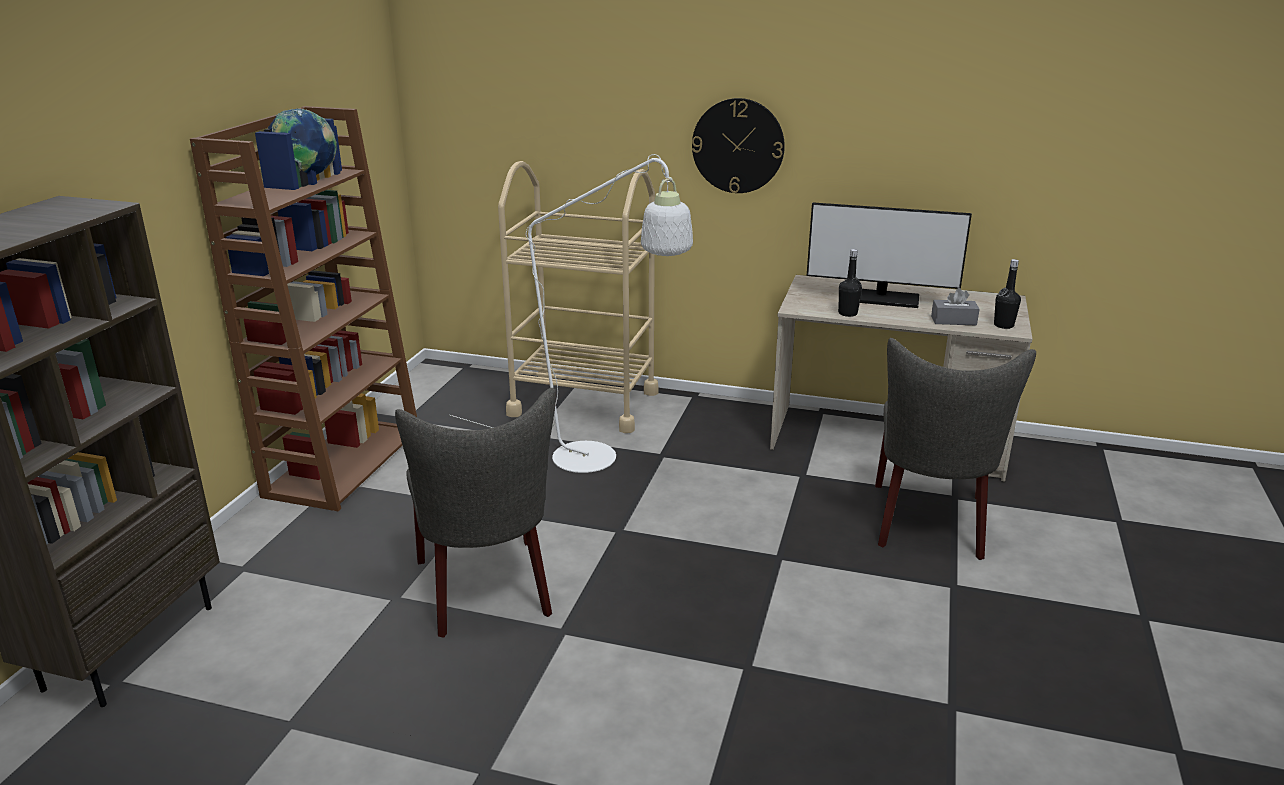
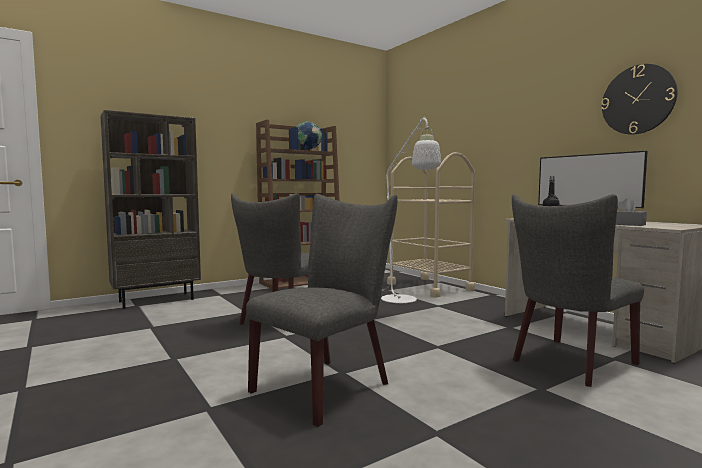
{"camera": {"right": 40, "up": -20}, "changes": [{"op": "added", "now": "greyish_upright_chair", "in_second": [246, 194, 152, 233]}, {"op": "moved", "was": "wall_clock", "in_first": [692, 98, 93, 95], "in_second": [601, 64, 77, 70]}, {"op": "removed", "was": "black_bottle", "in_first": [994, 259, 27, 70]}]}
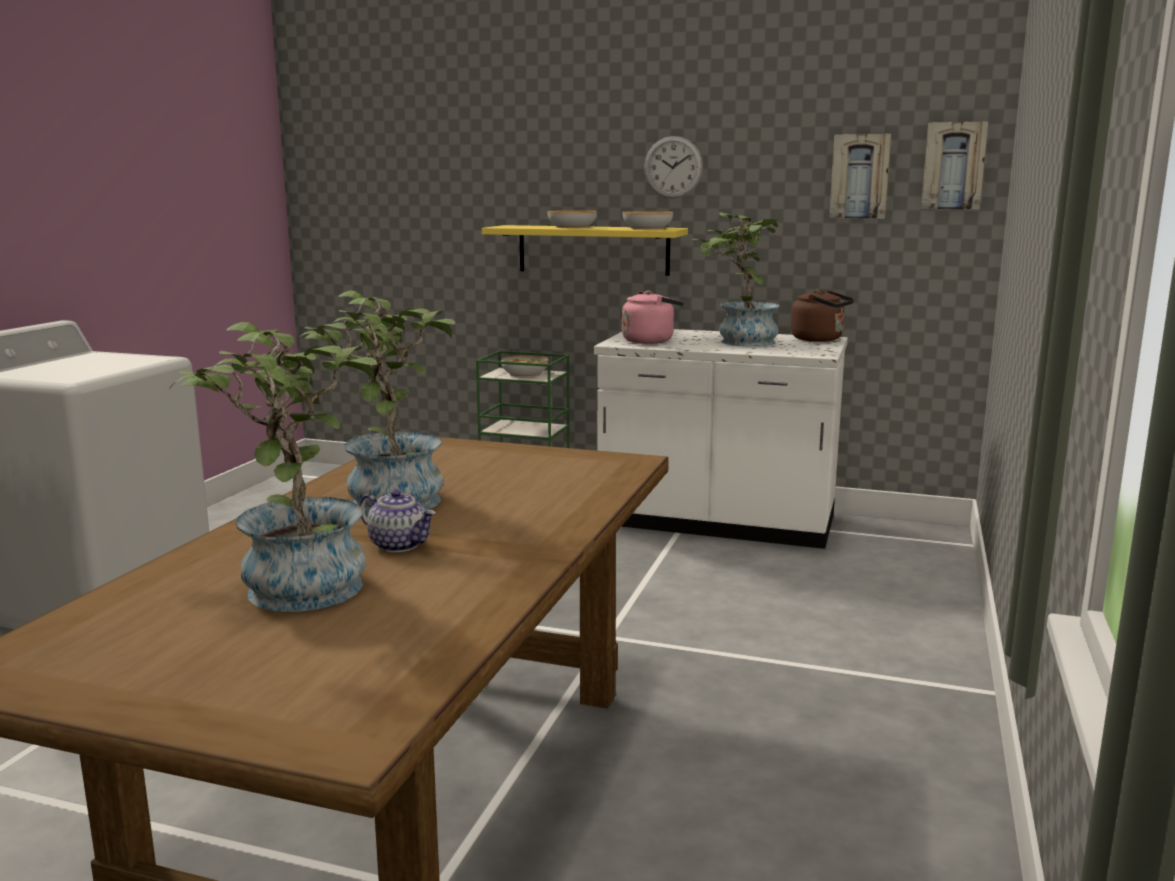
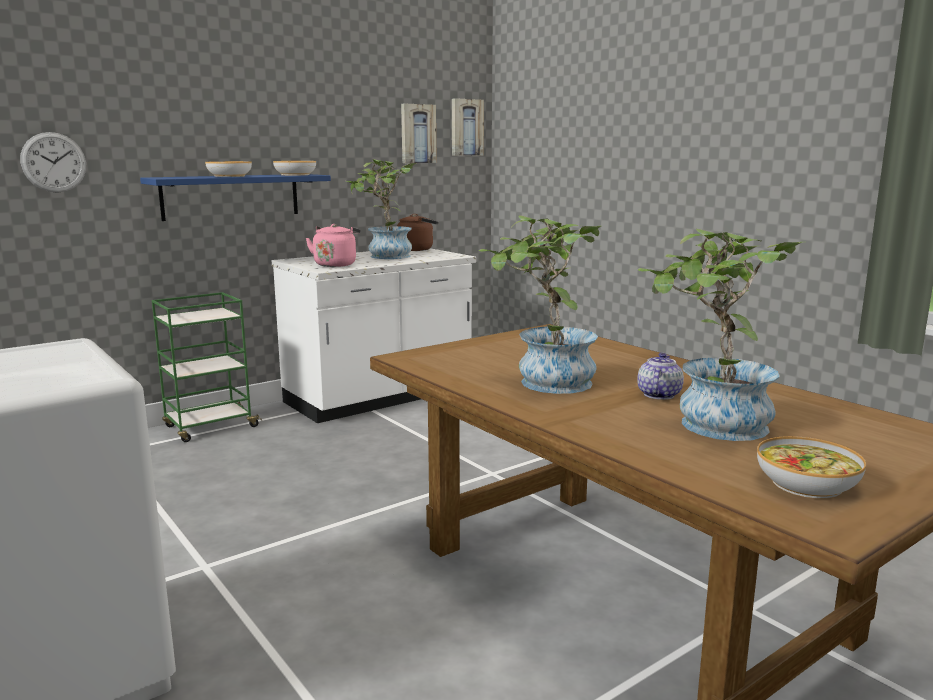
{"camera": {"right": -55, "up": 0}, "changes": [{"op": "moved", "was": "wall_clock", "in_first": [644, 136, 59, 63], "in_second": [20, 132, 66, 61]}, {"op": "recoloured", "was": "yellow_bracket_shelf", "now": "bluish_bracket_shelf", "in_first": [482, 225, 206, 51], "in_second": [140, 174, 191, 47]}, {"op": "turned", "was": "teapot", "in_first": [360, 489, 76, 63], "in_second": [637, 353, 47, 47], "clockwise": -45}, {"op": "moved", "was": "bowl", "in_first": [501, 355, 47, 22], "in_second": [757, 436, 109, 62]}]}
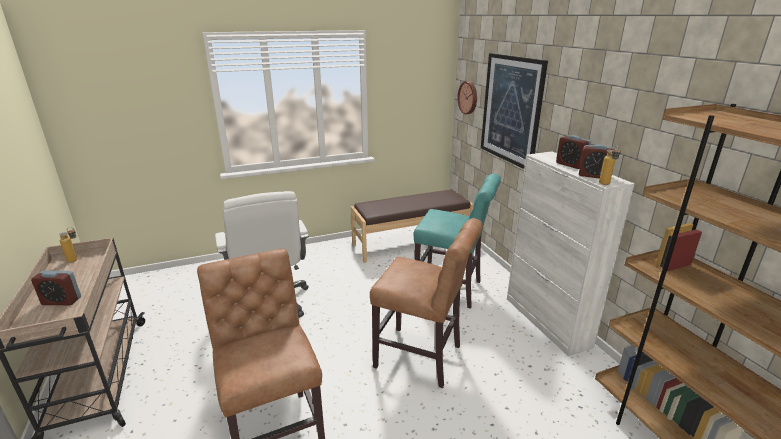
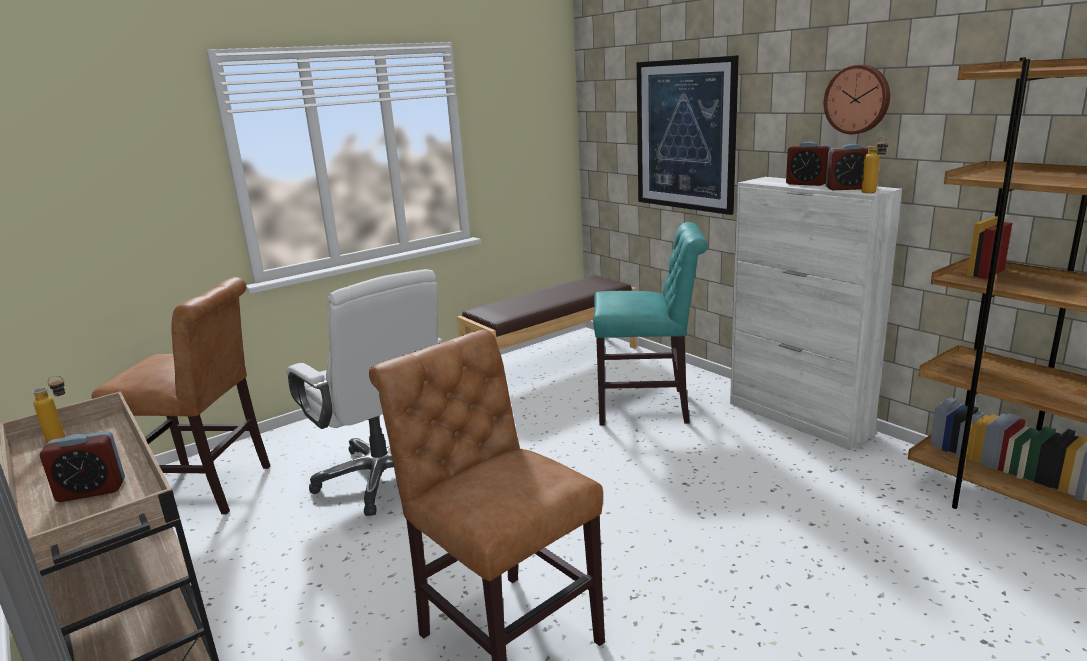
{"camera": {"right": -15, "up": -5}, "changes": [{"op": "moved", "was": "brown-coloured_upright_chair", "in_first": [370, 218, 113, 170], "in_second": [91, 277, 179, 237]}, {"op": "moved", "was": "wall_clock", "in_first": [457, 81, 20, 33], "in_second": [824, 65, 66, 69]}]}
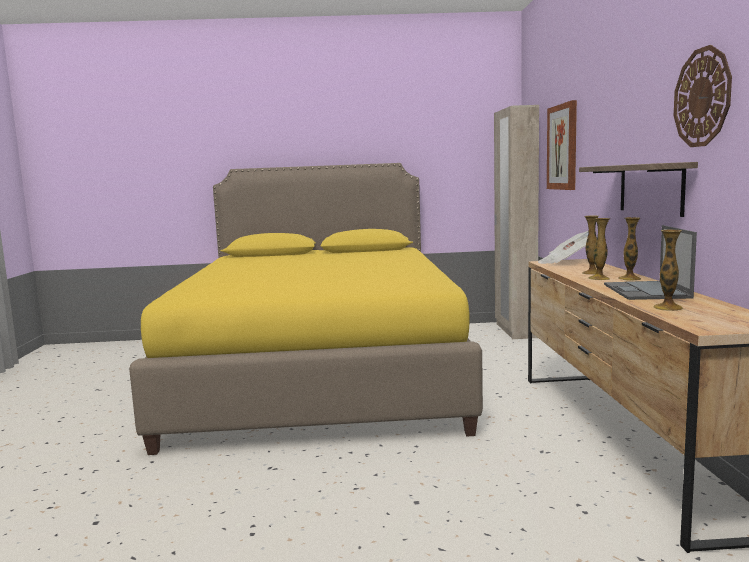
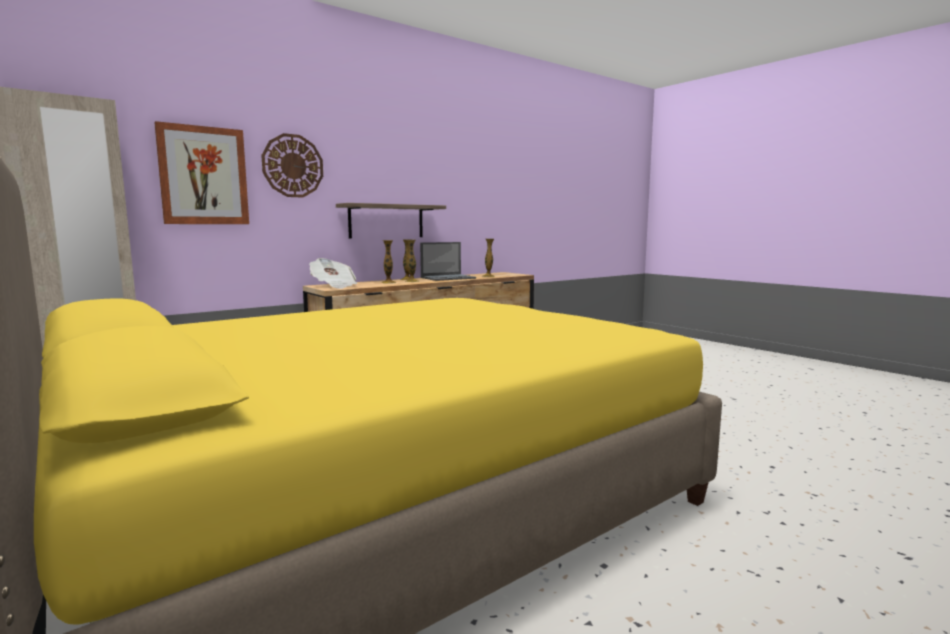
{"camera": {"right": -125, "up": 0}, "changes": [{"op": "moved", "was": "wall_clock", "in_first": [674, 45, 58, 102], "in_second": [261, 133, 62, 65]}]}
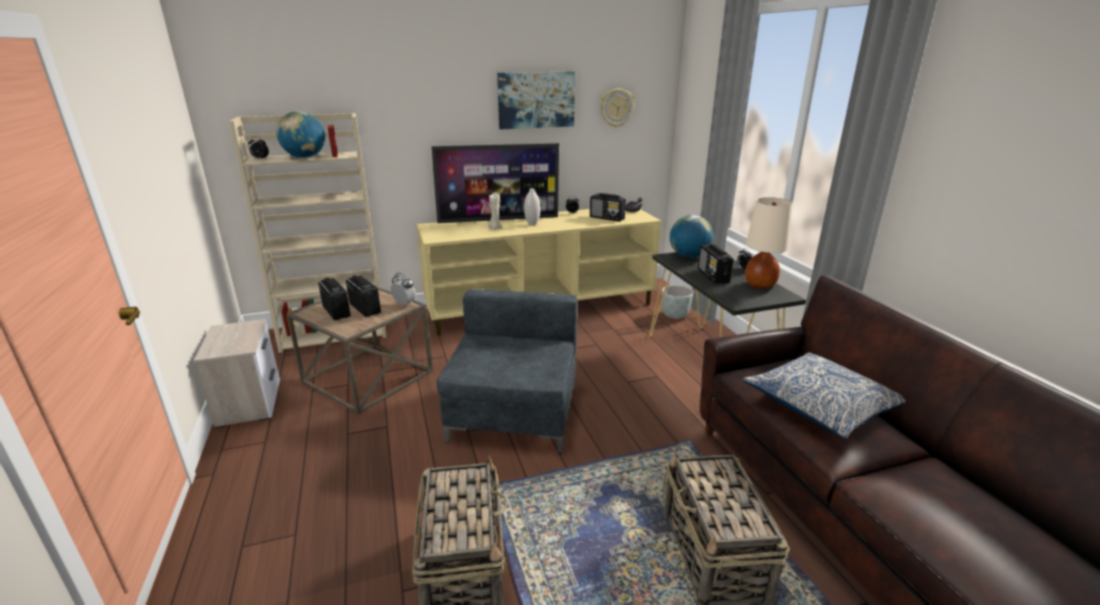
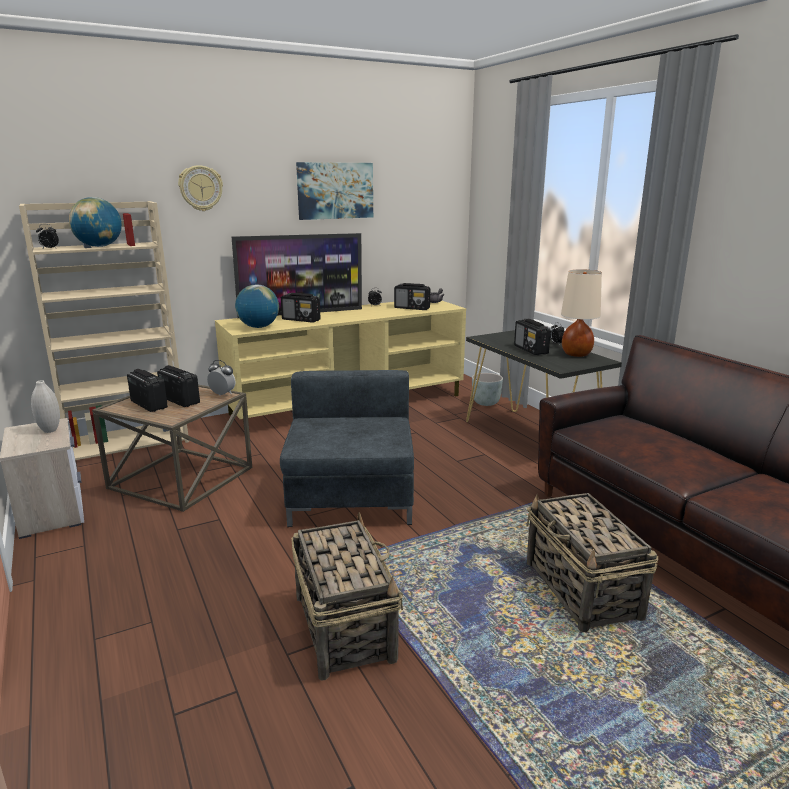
{"camera": {"right": -10, "up": -5}, "changes": [{"op": "moved", "was": "whitish_vase", "in_first": [524, 188, 16, 37], "in_second": [31, 380, 29, 53]}, {"op": "moved", "was": "wall_clock", "in_first": [600, 89, 34, 38], "in_second": [178, 165, 45, 46]}, {"op": "moved", "was": "world_globe", "in_first": [670, 215, 44, 43], "in_second": [235, 284, 44, 44]}, {"op": "replaced", "was": "sand-coloured_wax_light", "now": "radio", "in_first": [488, 192, 14, 38], "in_second": [281, 293, 40, 30]}, {"op": "removed", "was": "cushion", "in_first": [743, 353, 162, 86]}]}
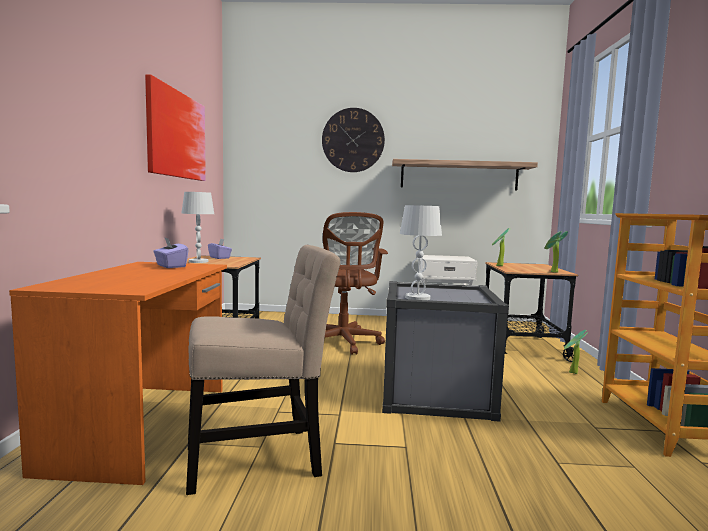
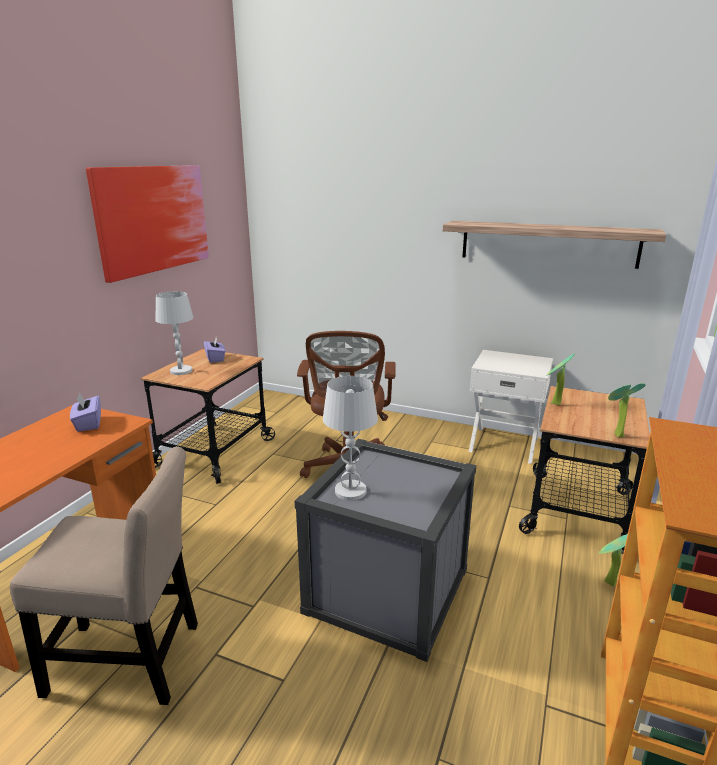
{"camera": {"right": 20, "up": 15}, "changes": [{"op": "removed", "was": "wall_clock", "in_first": [322, 108, 63, 64]}]}
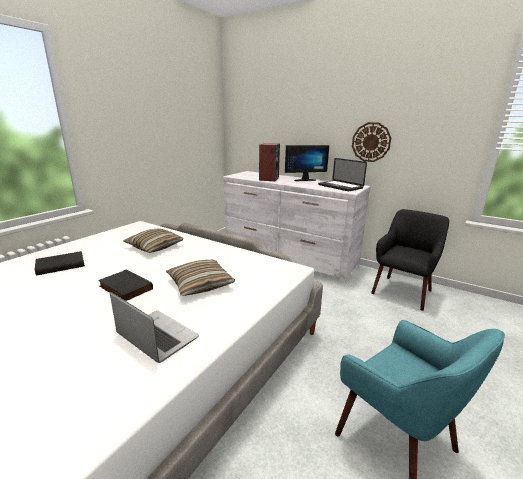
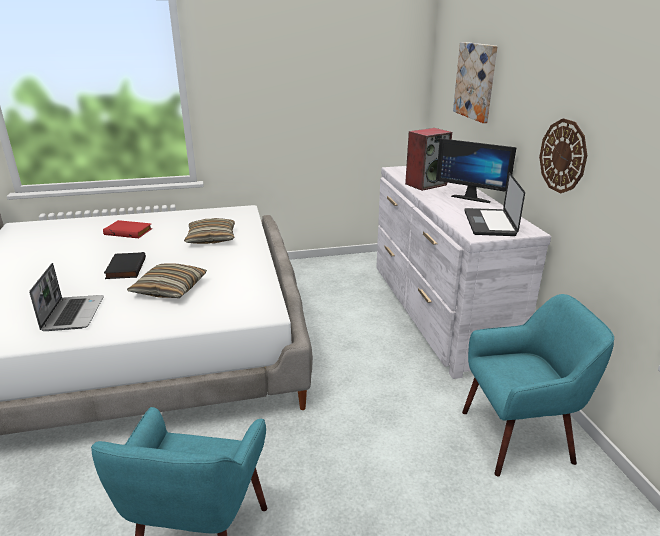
{"camera": {"right": 45, "up": 5}, "changes": [{"op": "recoloured", "was": "black_volume", "now": "red-coloured_volume", "in_first": [34, 251, 51, 25], "in_second": [103, 220, 49, 18]}, {"op": "added", "now": "wall_art", "in_second": [453, 42, 45, 81]}, {"op": "recoloured", "was": "black_easy_chair", "now": "blue-green_easy_chair", "in_first": [371, 209, 78, 102], "in_second": [462, 294, 152, 182]}]}
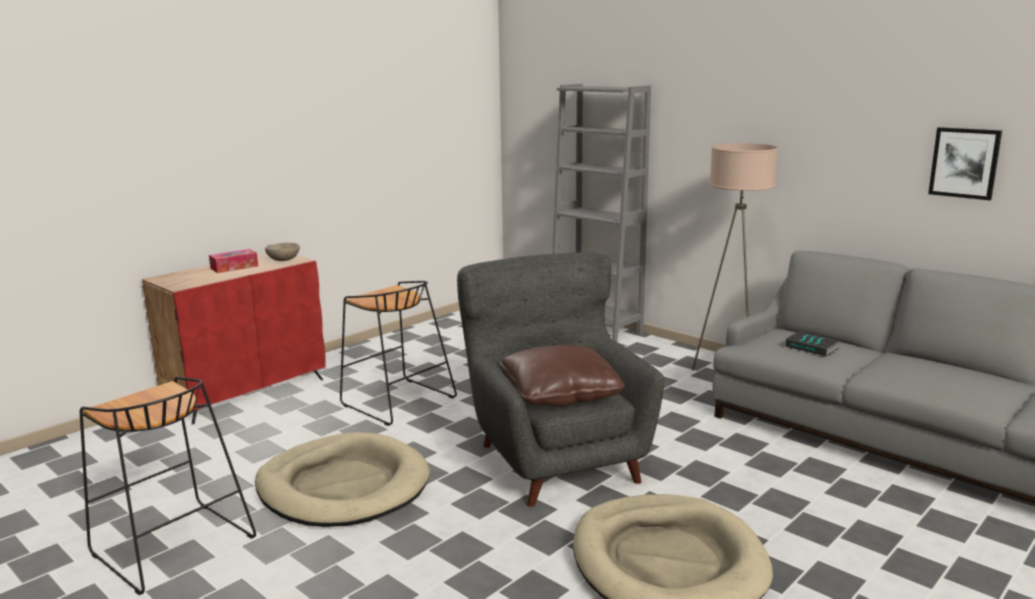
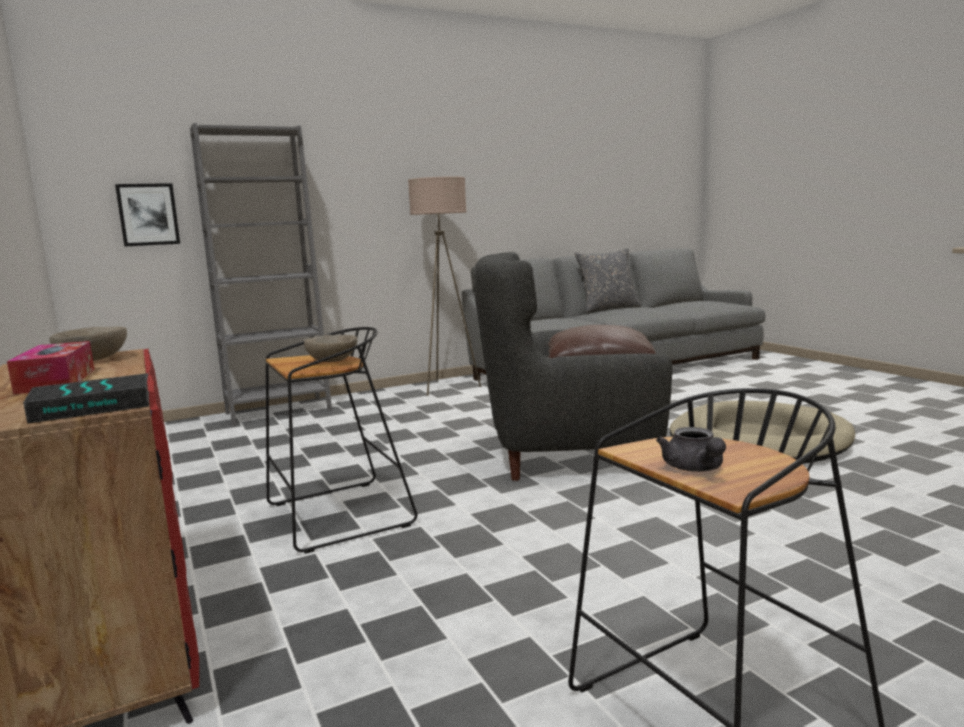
{"camera": {"right": -70, "up": -5}, "changes": [{"op": "moved", "was": "volume", "in_first": [785, 331, 56, 26], "in_second": [23, 374, 126, 50]}, {"op": "moved", "was": "wall_art", "in_first": [928, 127, 74, 73], "in_second": [115, 183, 65, 64]}, {"op": "added", "now": "sand-coloured_bowl", "in_second": [304, 335, 53, 27]}, {"op": "added", "now": "greyish_cushion", "in_second": [575, 248, 66, 64]}, {"op": "added", "now": "greyish_teapot", "in_second": [656, 427, 70, 45]}, {"op": "removed", "was": "sand-coloured_dog_cushion", "in_first": [255, 432, 175, 95]}]}
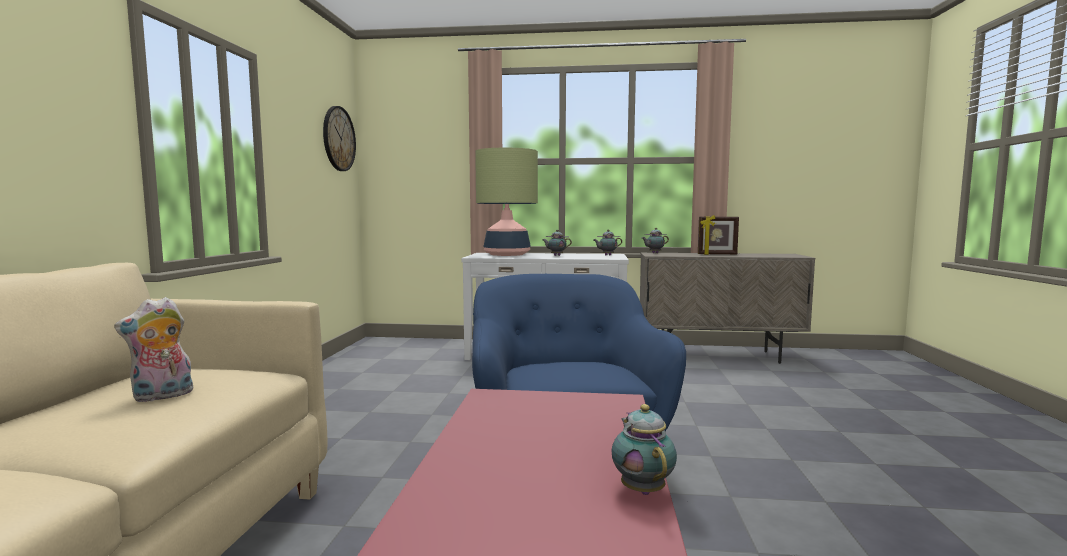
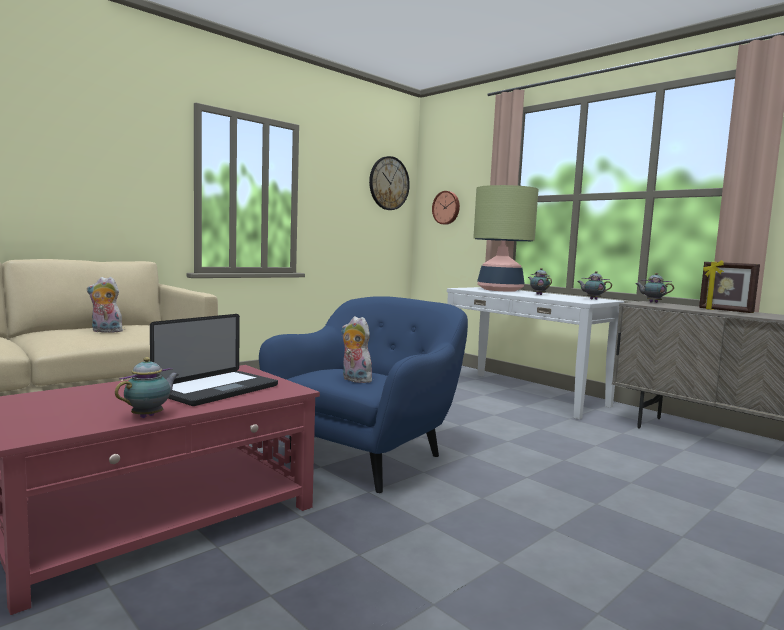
{"camera": {"right": 40, "up": 0}, "changes": [{"op": "added", "now": "notebook_computer", "in_second": [150, 314, 128, 92]}, {"op": "added", "now": "plush_toy", "in_second": [342, 316, 30, 67]}, {"op": "added", "now": "wall_clock", "in_second": [432, 191, 28, 34]}]}
